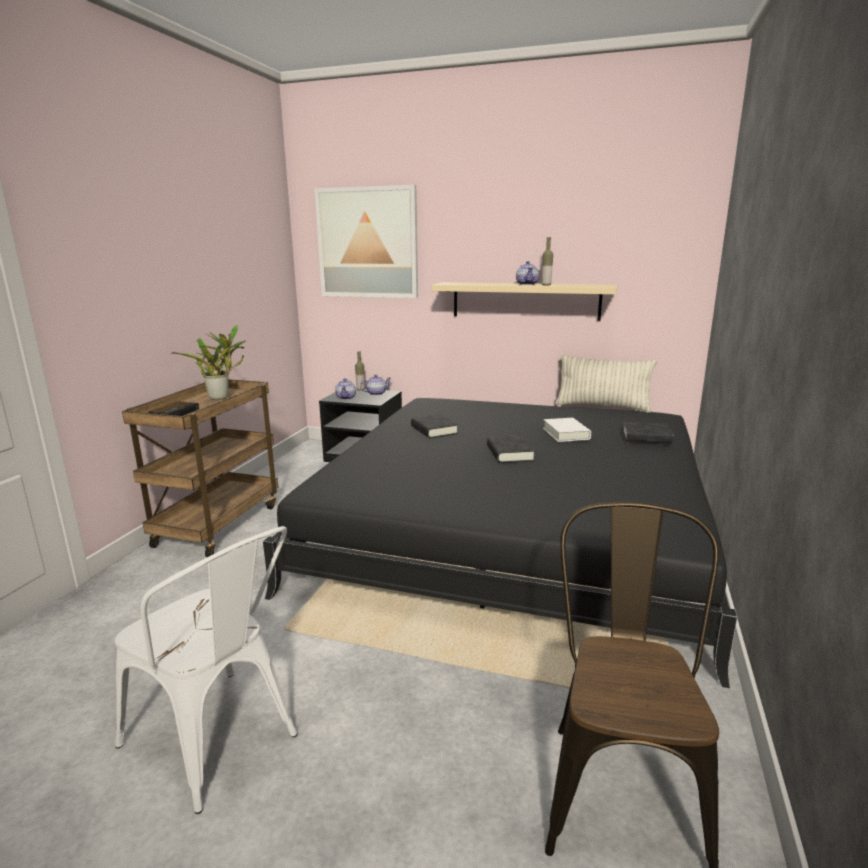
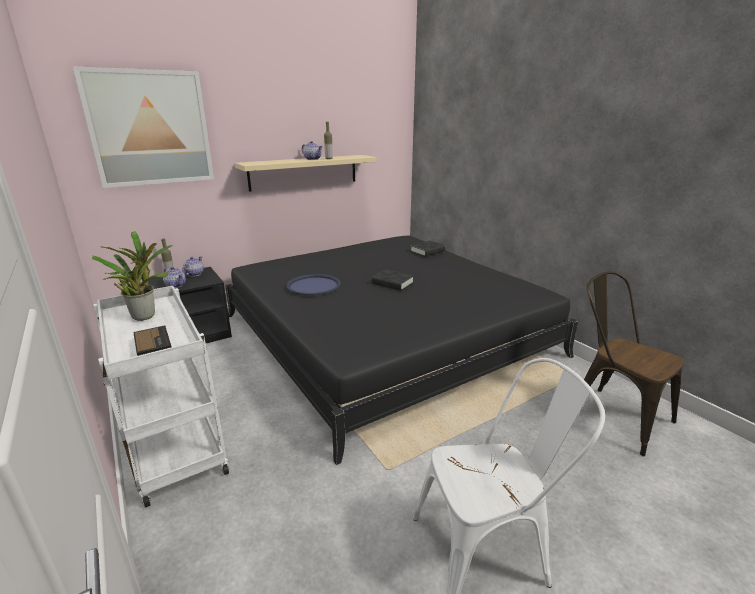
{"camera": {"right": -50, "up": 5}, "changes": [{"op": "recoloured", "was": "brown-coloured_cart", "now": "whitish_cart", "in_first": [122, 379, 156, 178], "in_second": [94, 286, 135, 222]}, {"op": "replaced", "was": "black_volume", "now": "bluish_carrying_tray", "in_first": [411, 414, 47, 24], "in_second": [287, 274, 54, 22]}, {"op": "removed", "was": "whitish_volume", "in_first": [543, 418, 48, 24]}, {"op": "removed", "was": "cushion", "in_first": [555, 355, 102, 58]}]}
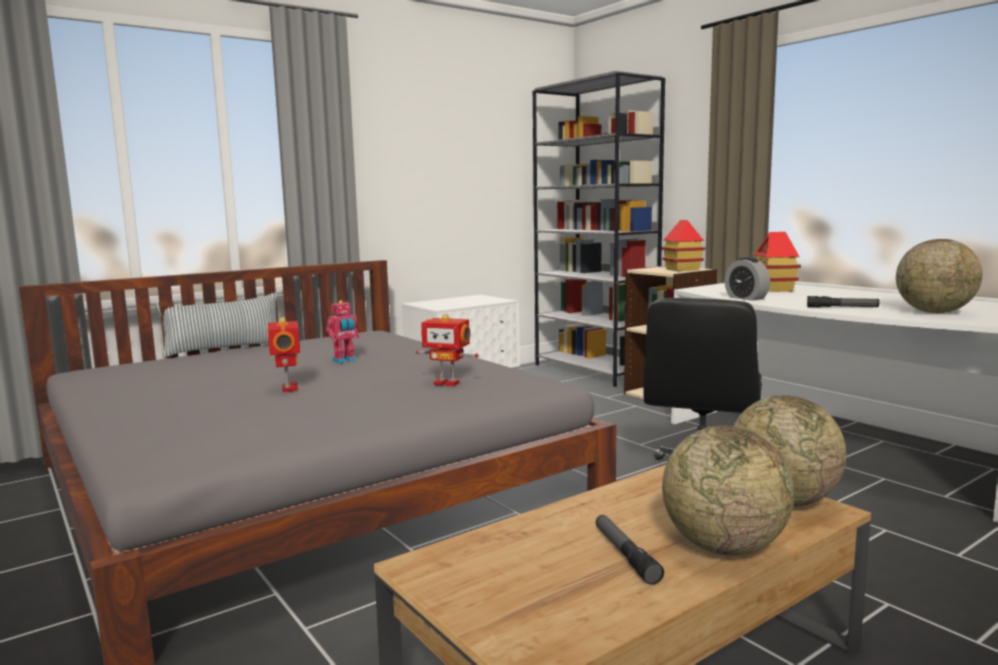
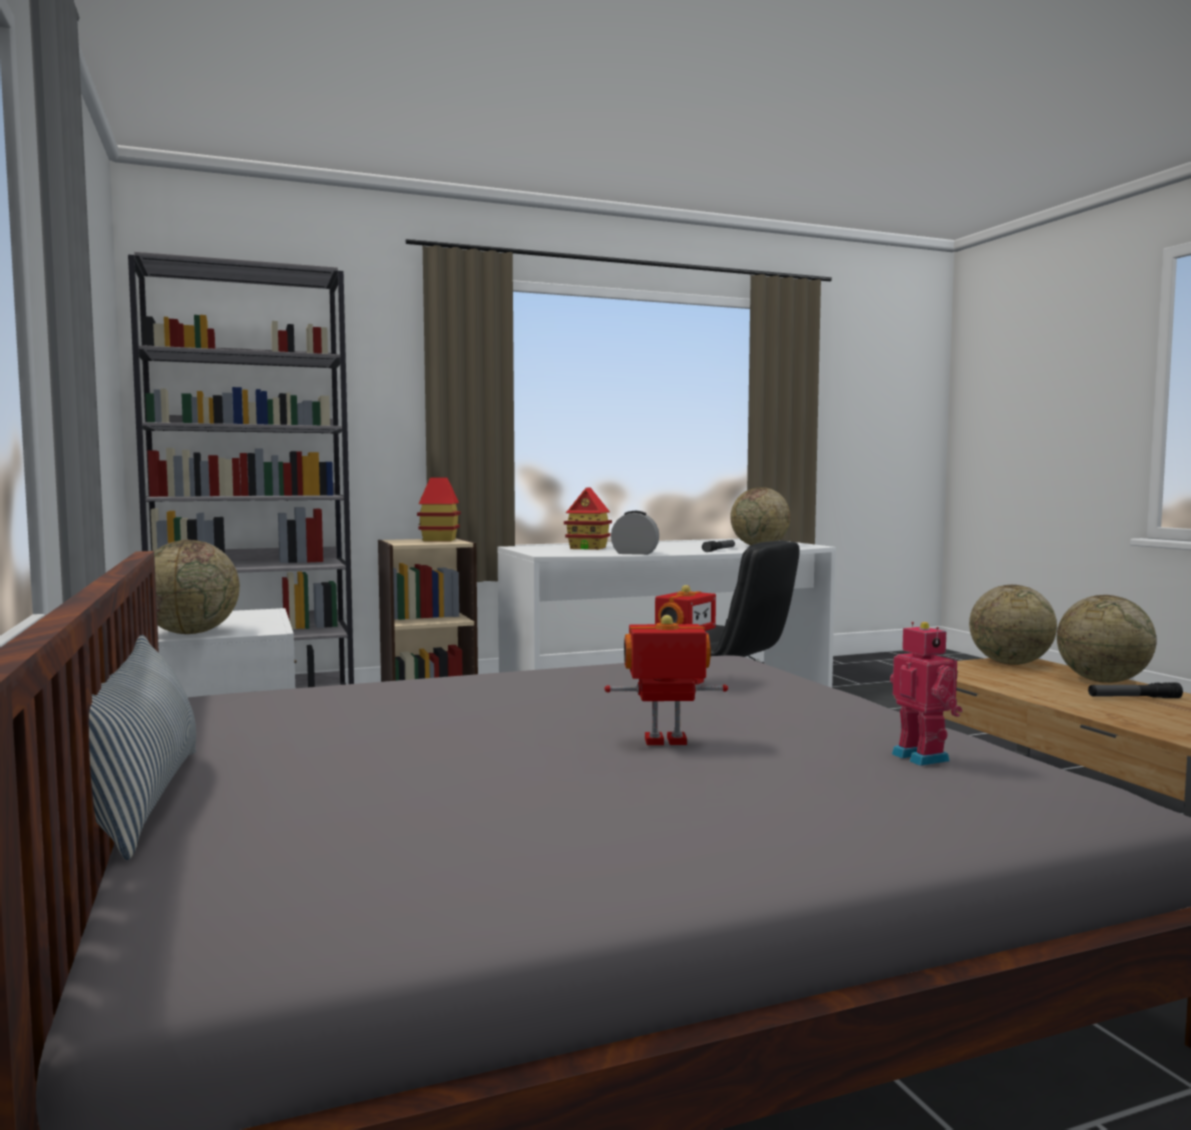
{"camera": {"right": -75, "up": -5}, "changes": [{"op": "added", "now": "world_globe", "in_second": [154, 540, 86, 94]}, {"op": "turned", "was": "bedside_clock", "in_first": [725, 257, 45, 44], "in_second": [611, 511, 48, 44], "clockwise": -150}, {"op": "moved", "was": "robot_figure", "in_first": [326, 300, 34, 63], "in_second": [890, 622, 72, 144]}]}
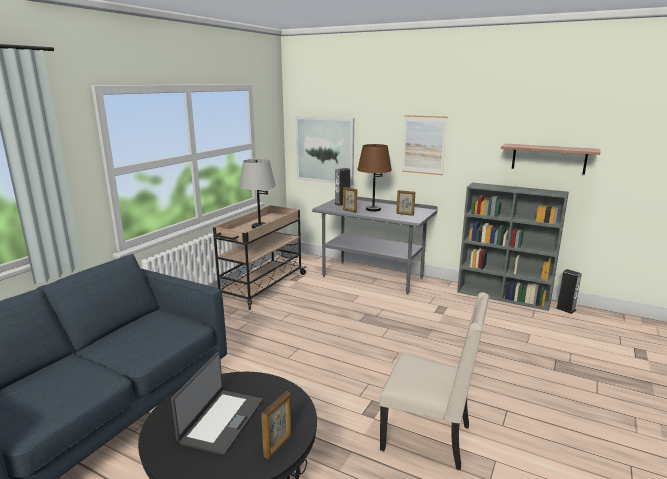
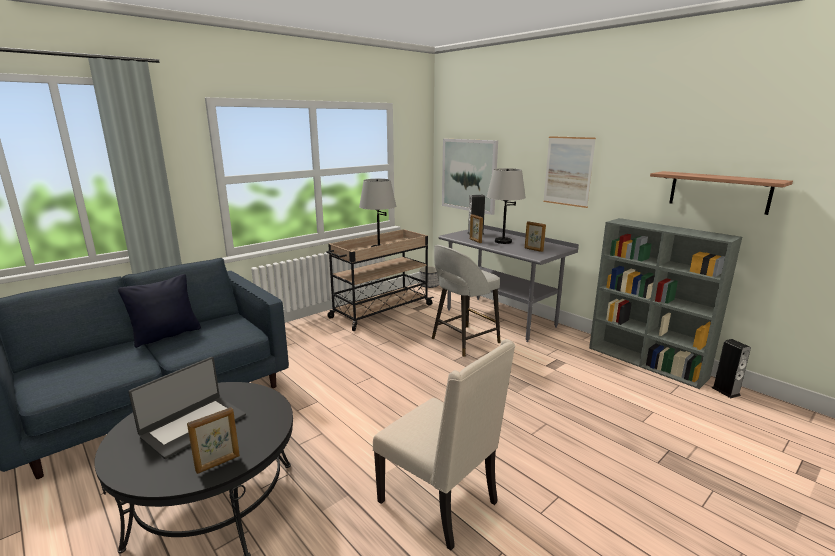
{"camera": {"right": 20, "up": 0}, "changes": [{"op": "added", "now": "black_cushion", "in_second": [118, 274, 83, 74]}, {"op": "added", "now": "greyish_stool", "in_second": [432, 245, 69, 112]}, {"op": "recoloured", "was": "brown-coloured_table_lamp", "now": "greyish_table_lamp", "in_first": [357, 144, 35, 67], "in_second": [487, 168, 39, 76]}]}
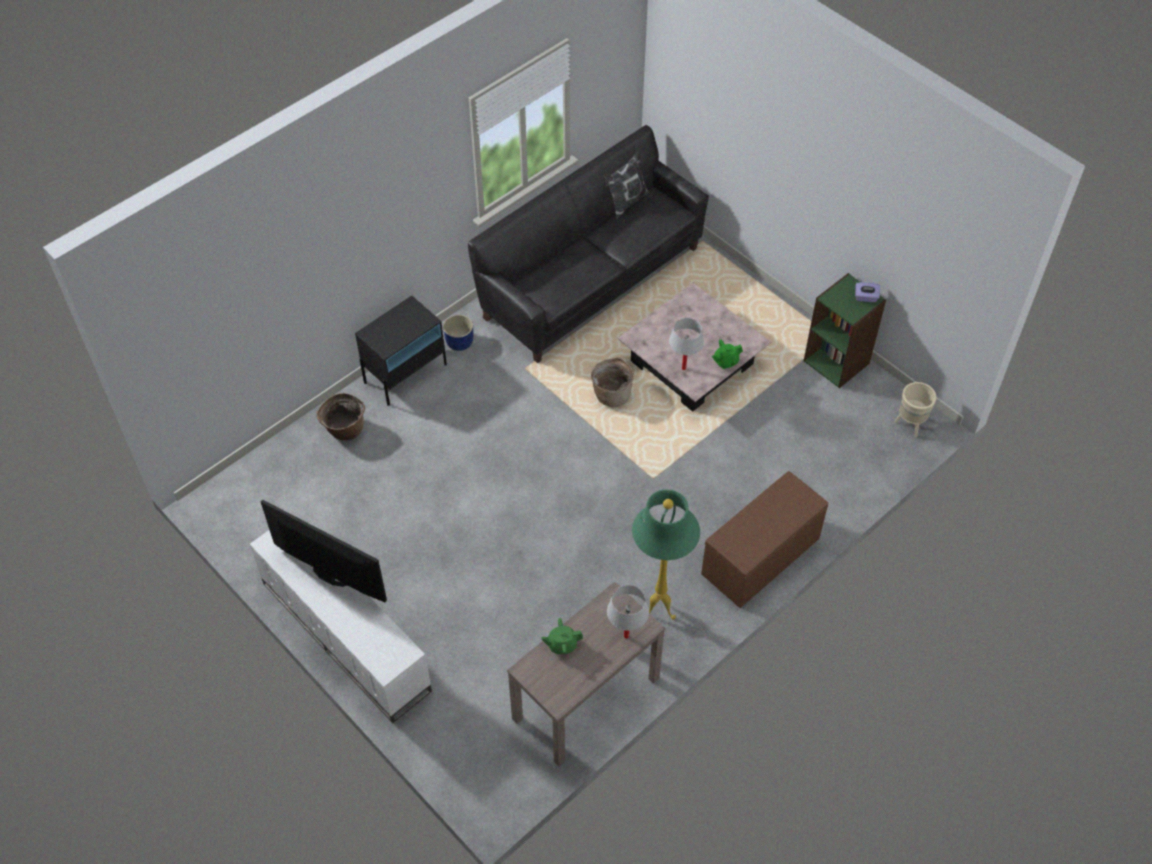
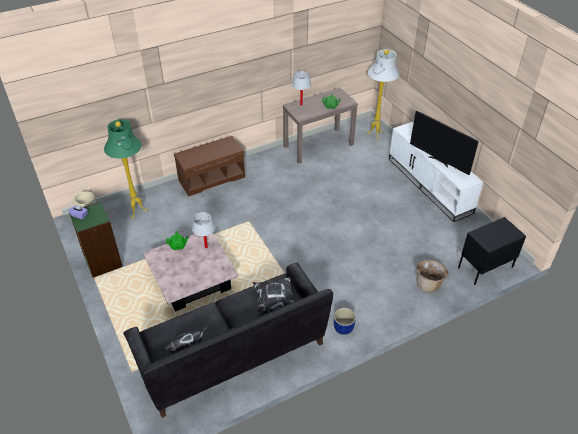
{"camera": {"right": -165, "up": -10}, "changes": [{"op": "moved", "was": "greenish_standard_lamp", "in_first": [632, 489, 68, 131], "in_second": [104, 119, 44, 99]}, {"op": "added", "now": "cushion", "in_second": [252, 277, 43, 36]}, {"op": "added", "now": "whitish_standard_lamp", "in_second": [367, 49, 33, 91]}, {"op": "moved", "was": "black_night_table", "in_first": [355, 296, 92, 110], "in_second": [458, 217, 68, 68]}, {"op": "removed", "was": "storage_basket", "in_first": [591, 357, 43, 50]}]}
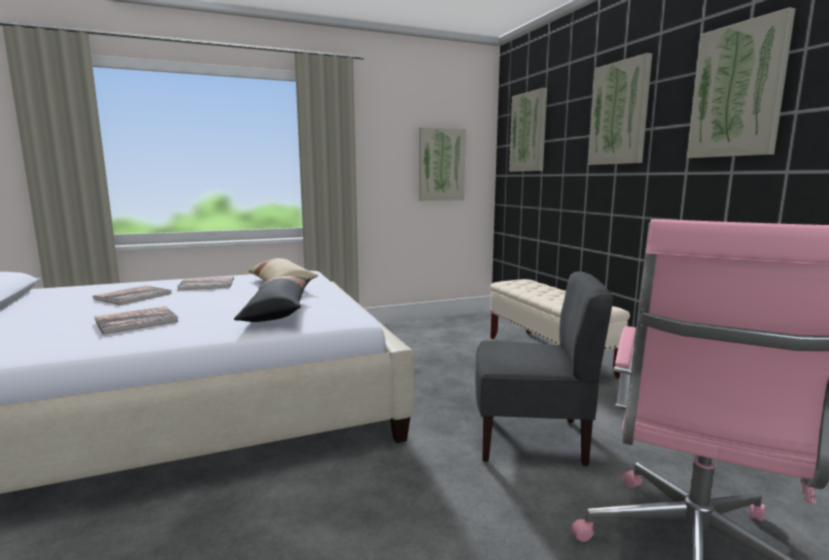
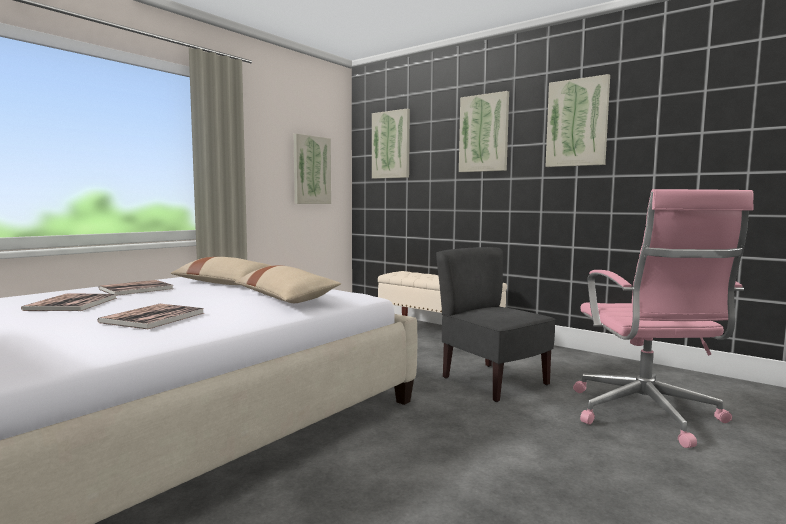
{"camera": {"right": -30, "up": -5}, "changes": [{"op": "recoloured", "was": "black_cushion", "now": "sand-coloured_cushion", "in_first": [234, 276, 77, 46], "in_second": [235, 265, 106, 38]}, {"op": "turned", "was": "greyish_upright_chair", "in_first": [475, 272, 138, 194], "in_second": [436, 247, 120, 155], "clockwise": -105}]}
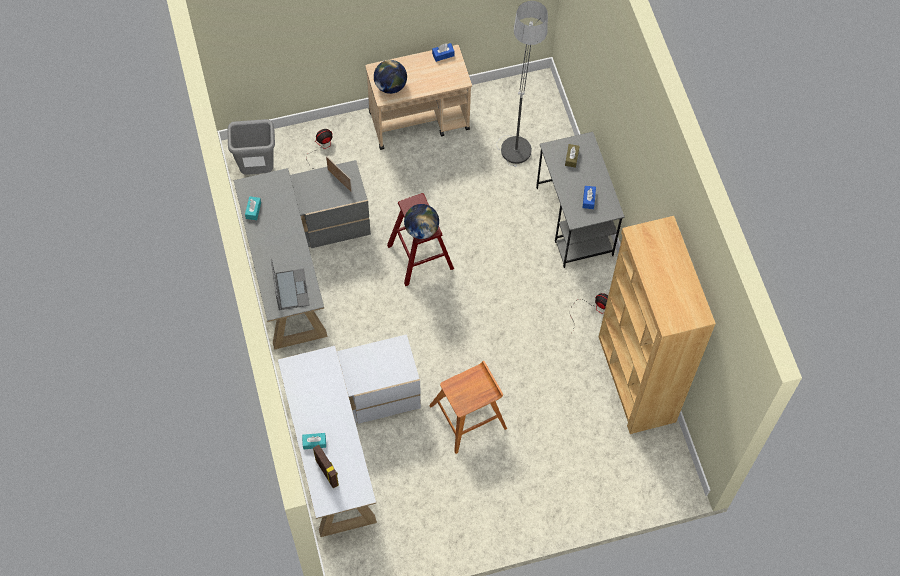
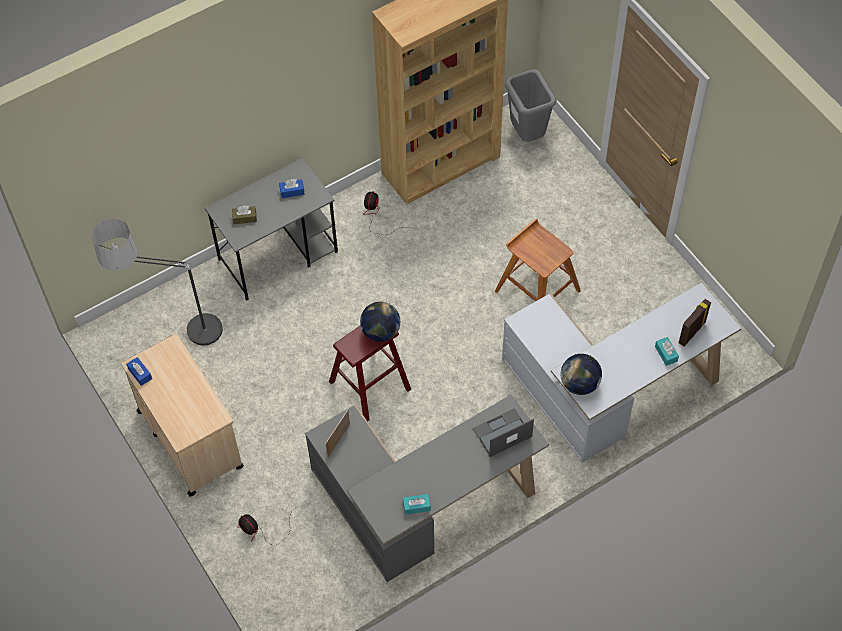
{"camera": {"right": -105, "up": -5}, "changes": [{"op": "moved", "was": "greyish_waste_bin", "in_first": [227, 119, 48, 56], "in_second": [505, 69, 52, 73]}, {"op": "moved", "was": "world_globe", "in_first": [374, 60, 33, 34], "in_second": [561, 354, 41, 41]}]}
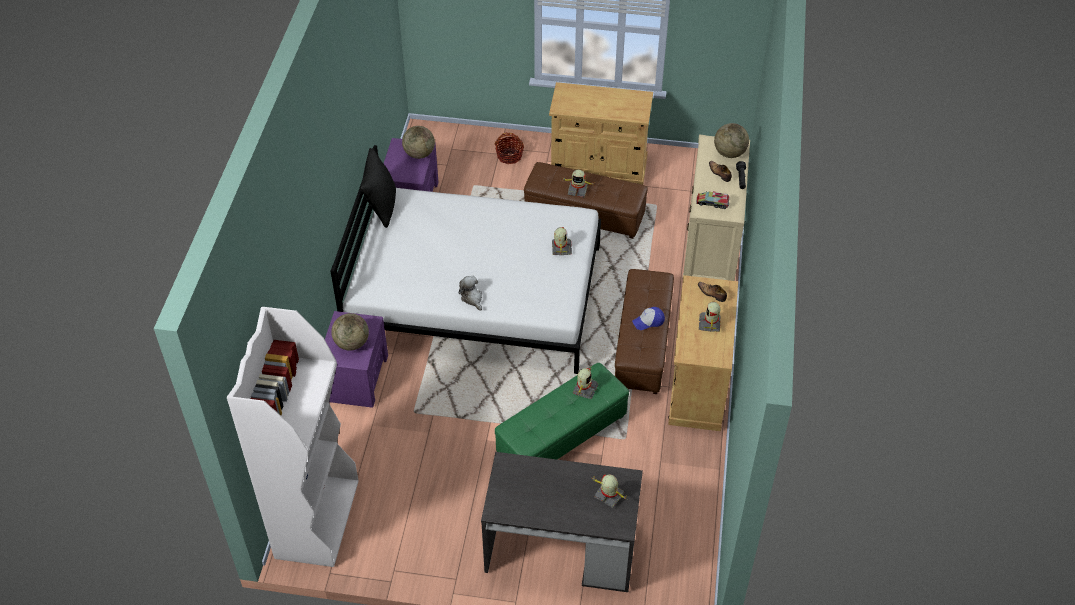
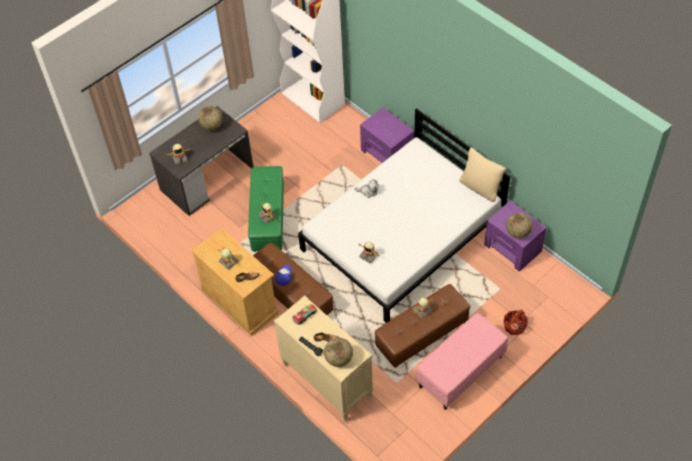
{"camera": {"right": 130, "up": 5}, "changes": [{"op": "moved", "was": "world_globe", "in_first": [331, 313, 38, 38], "in_second": [198, 106, 25, 24]}, {"op": "replaced", "was": "sand-coloured_cabinet", "now": "pink-coloured_long_seat", "in_first": [549, 82, 104, 103], "in_second": [416, 313, 92, 97]}, {"op": "recoloured", "was": "black_cushion", "now": "sand-coloured_cushion", "in_first": [360, 148, 36, 80], "in_second": [459, 147, 47, 55]}]}
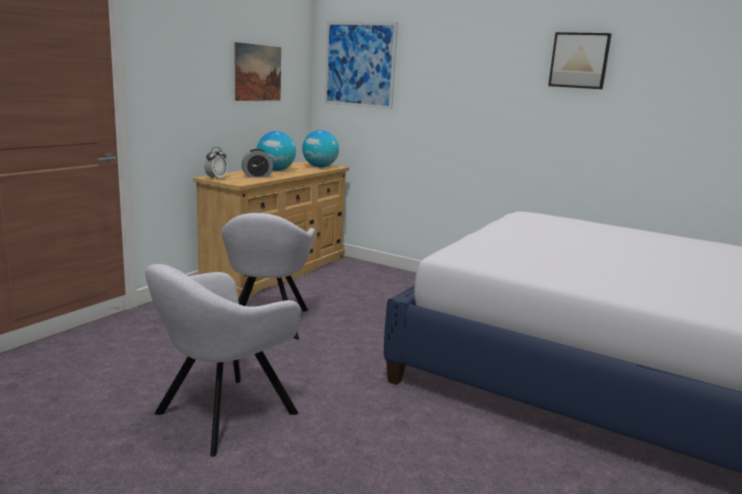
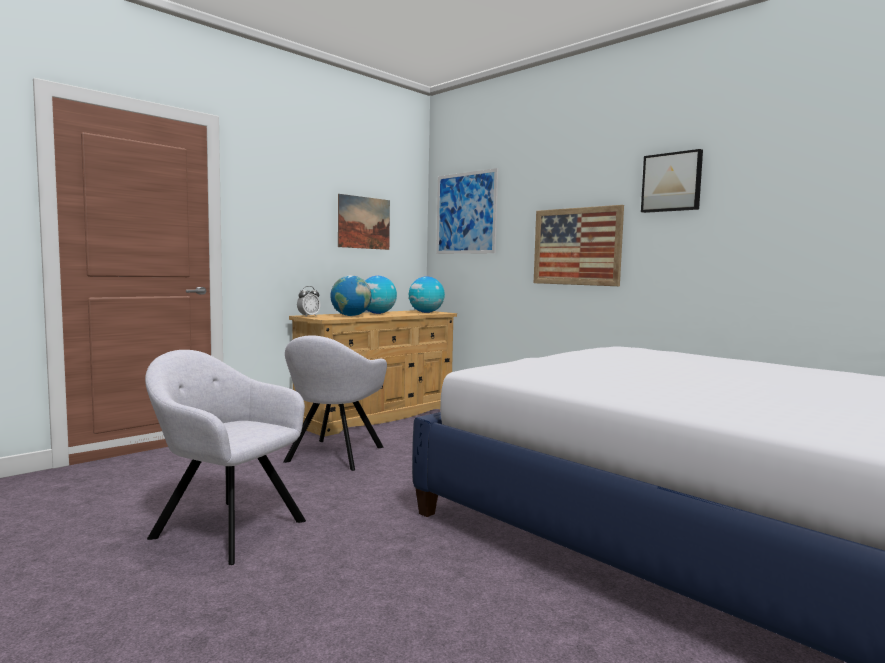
{"camera": {"right": 15, "up": -10}, "changes": [{"op": "turned", "was": "greyish_easy_chair", "in_first": [145, 264, 156, 193], "in_second": [145, 350, 161, 215], "clockwise": 60}, {"op": "replaced", "was": "bedside_clock", "now": "world_globe", "in_first": [242, 149, 31, 29], "in_second": [330, 275, 42, 41]}, {"op": "added", "now": "wall_art", "in_second": [534, 205, 90, 81]}]}
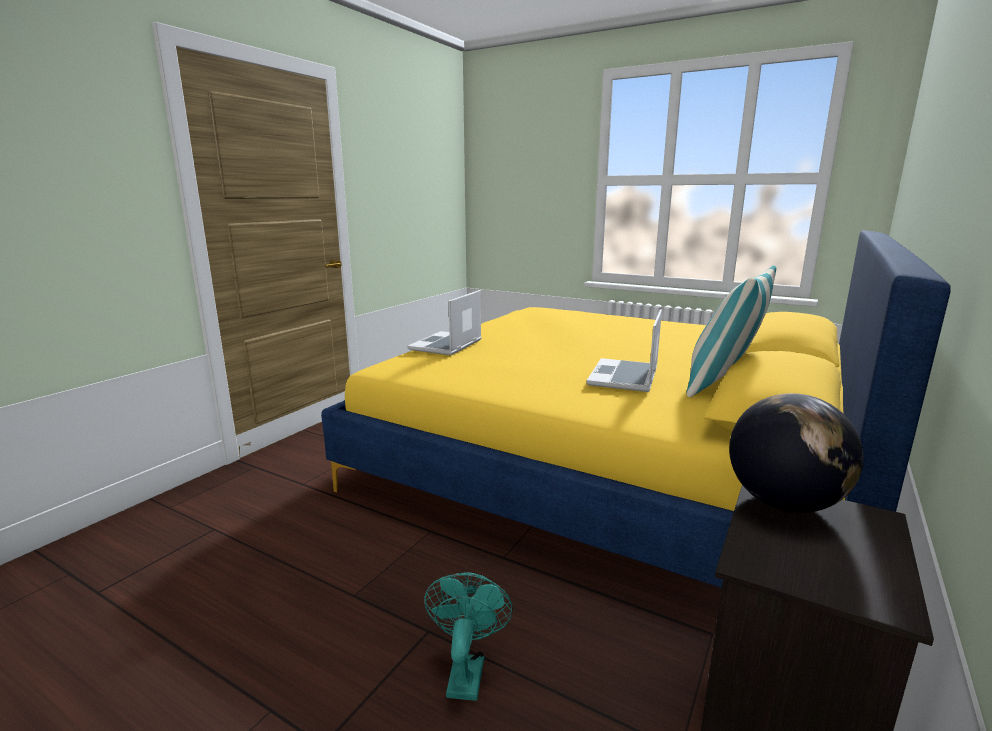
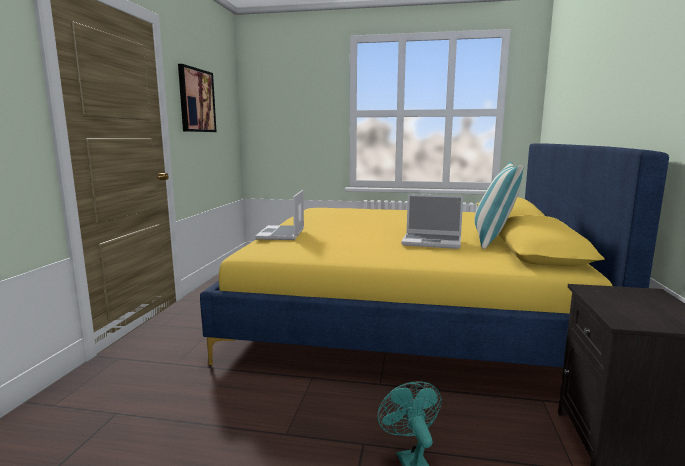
{"camera": {"right": -20, "up": -5}, "changes": [{"op": "added", "now": "wall_art", "in_second": [178, 64, 39, 68]}, {"op": "turned", "was": "notebook_computer", "in_first": [587, 309, 75, 83], "in_second": [401, 194, 62, 55], "clockwise": -75}, {"op": "removed", "was": "world_globe", "in_first": [729, 393, 135, 120]}]}
